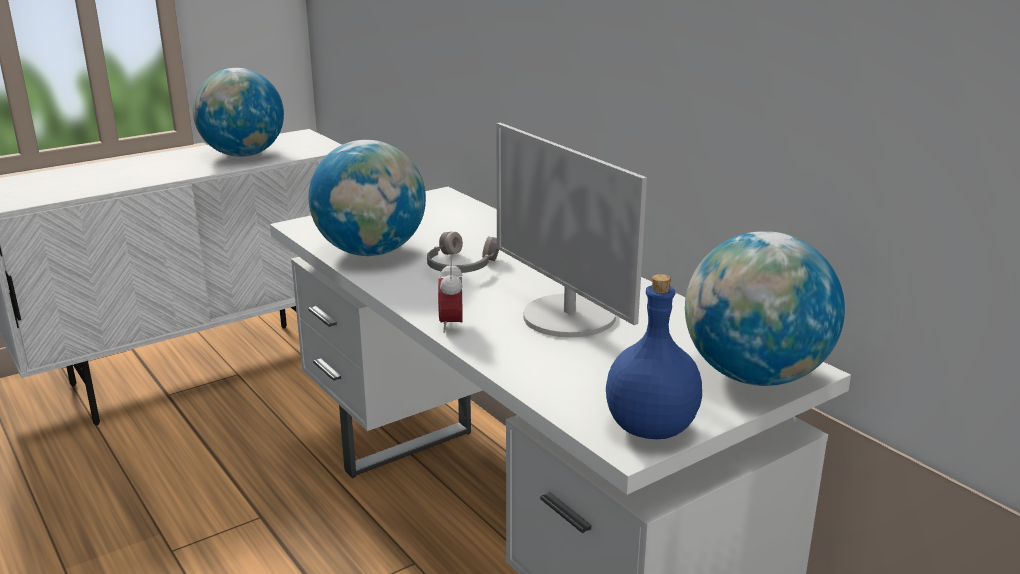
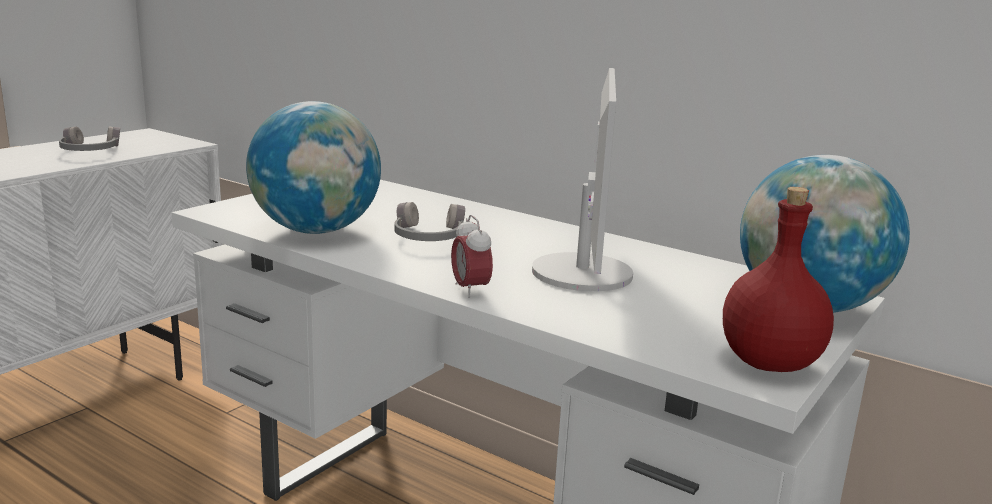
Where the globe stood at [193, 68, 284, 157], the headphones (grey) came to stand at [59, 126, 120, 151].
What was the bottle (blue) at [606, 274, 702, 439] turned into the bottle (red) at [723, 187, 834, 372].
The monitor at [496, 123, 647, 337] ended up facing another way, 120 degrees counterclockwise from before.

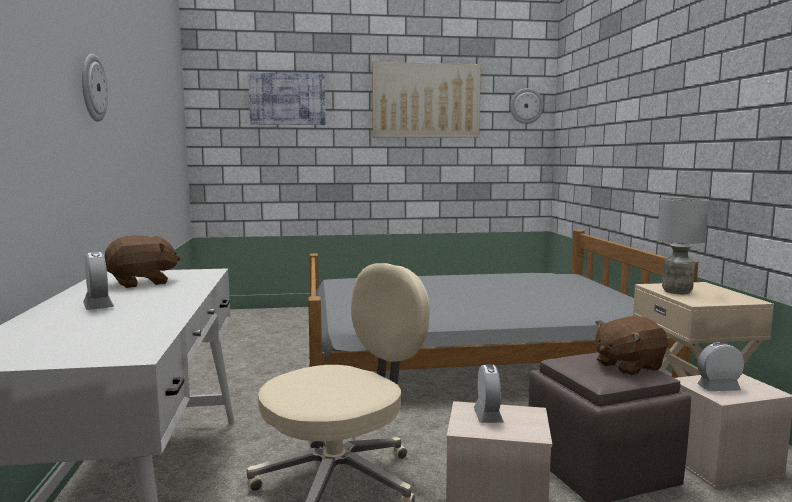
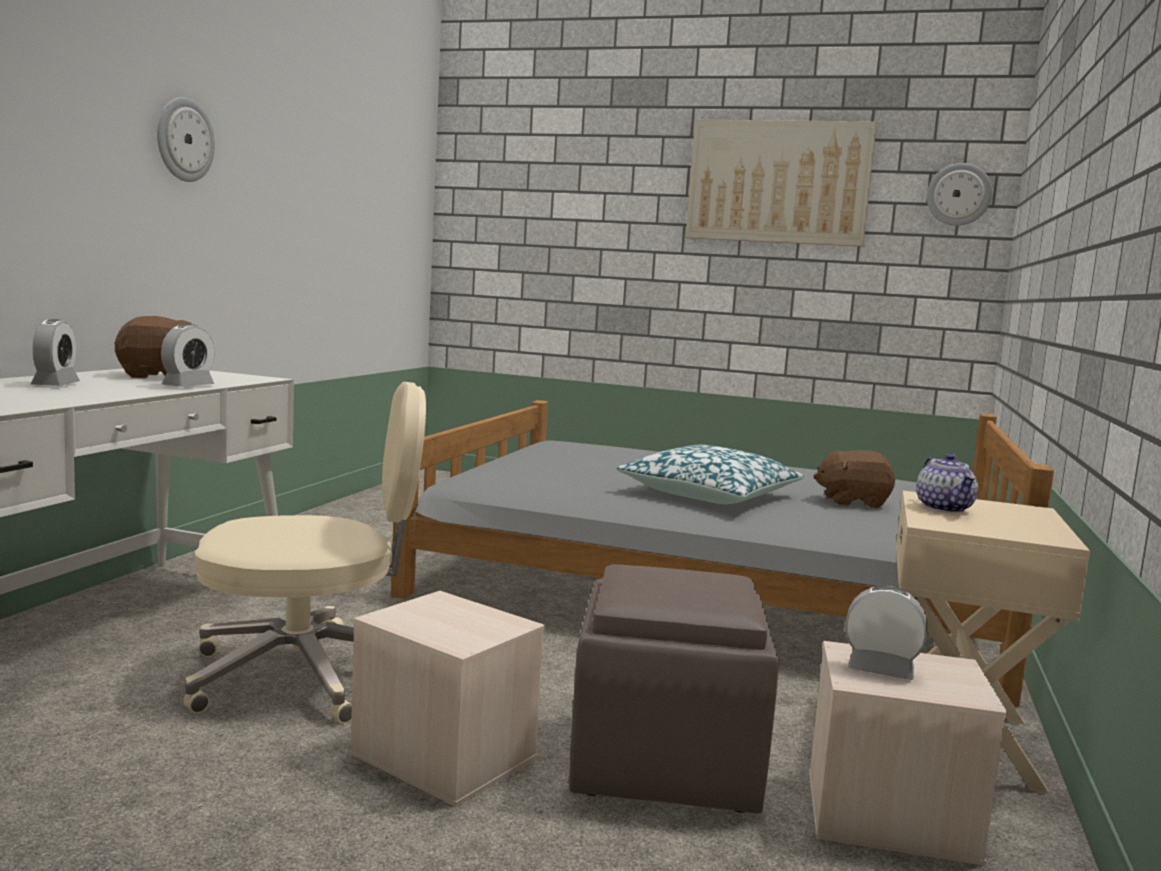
The second view lost the picture at [248, 73, 326, 125].
The second view gained the pillow at [616, 445, 804, 504].
The alarm clock ended up elsewhere, having gone from [474, 364, 504, 423] to [161, 324, 215, 387].
The plush toy (brown) ended up elsewhere, having gone from [595, 316, 668, 375] to [813, 450, 895, 508].
Where the table lamp (grey) stood at [657, 198, 709, 294], the teapot came to stand at [916, 453, 978, 513].

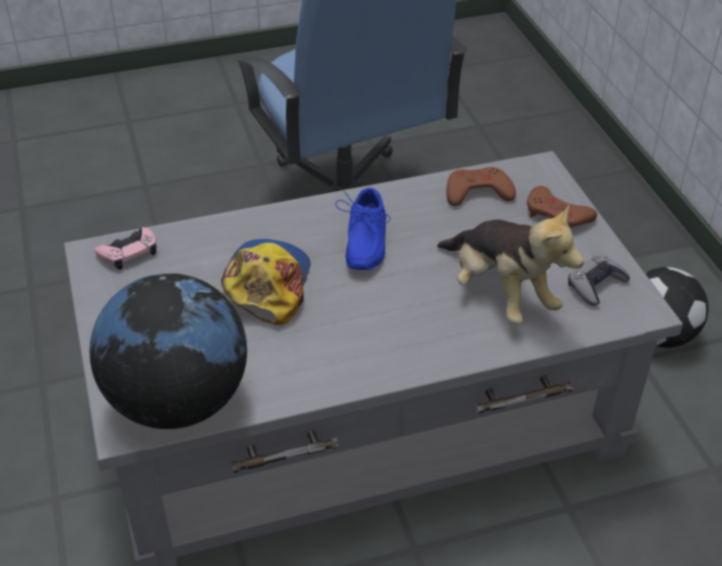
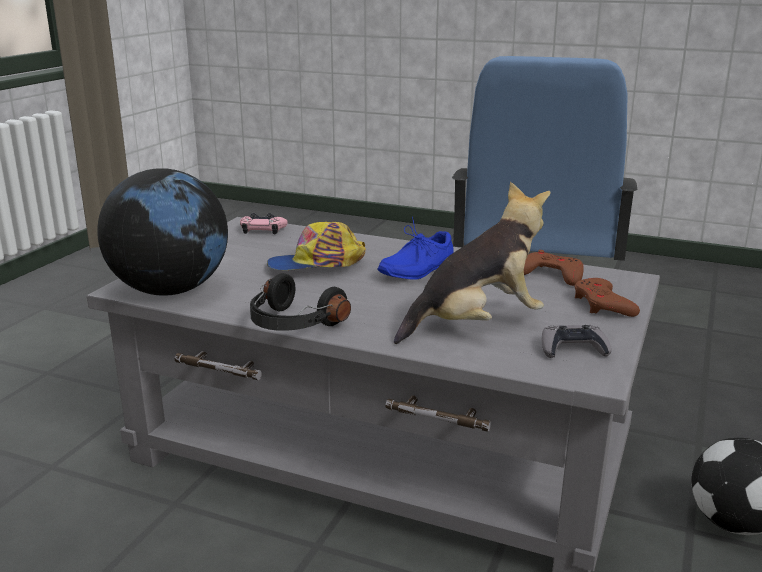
The second view gained the headphones (black) at [250, 273, 351, 331].
The cap at [221, 239, 311, 325] ended up facing another way, 150 degrees counterclockwise from before.
The plush toy at [437, 204, 584, 324] ended up facing another way, 120 degrees counterclockwise from before.

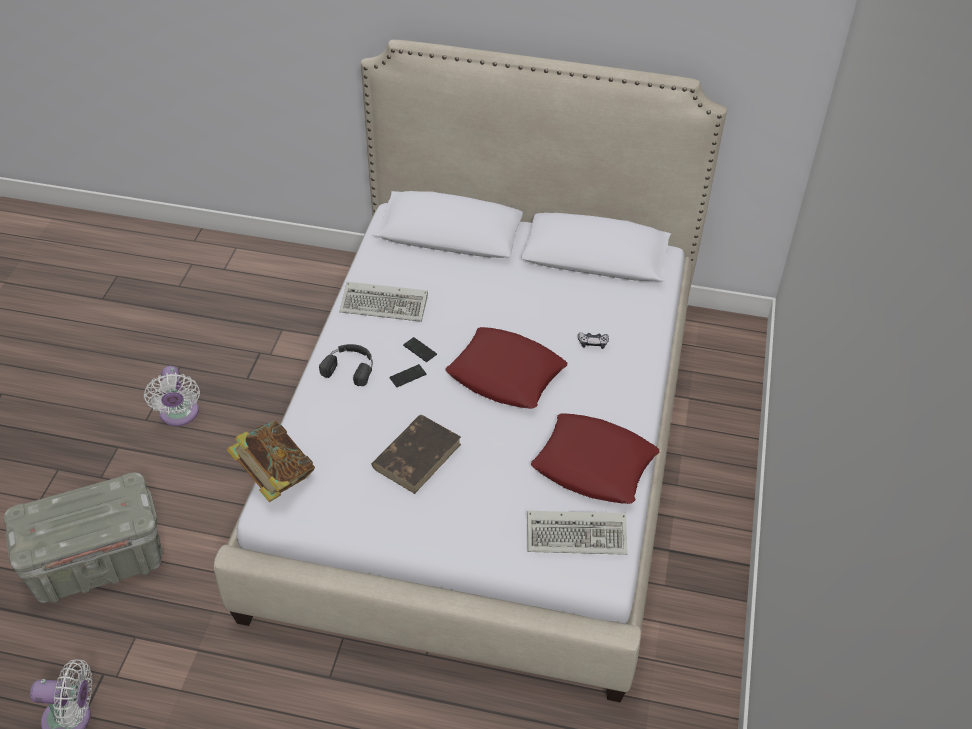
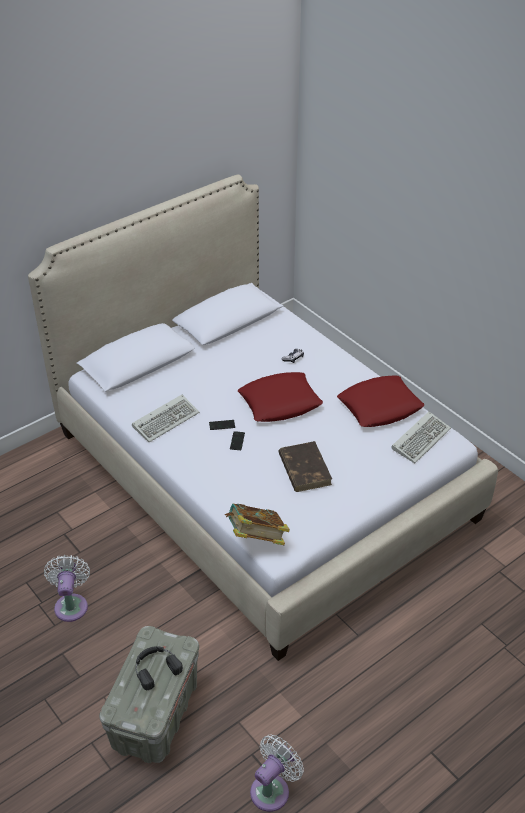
The headphones (black) ended up elsewhere, having gone from [319, 344, 373, 386] to [135, 646, 183, 690].
The fan (white) at [144, 366, 200, 426] ended up facing another way, 120 degrees counterclockwise from before.

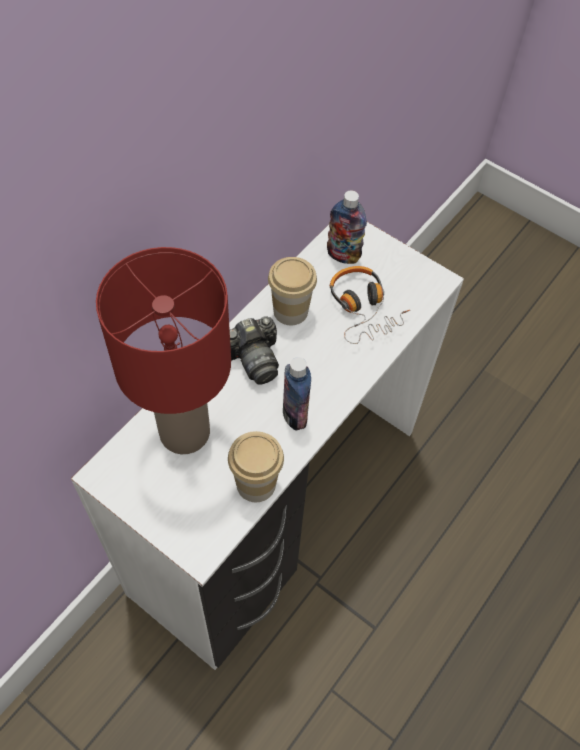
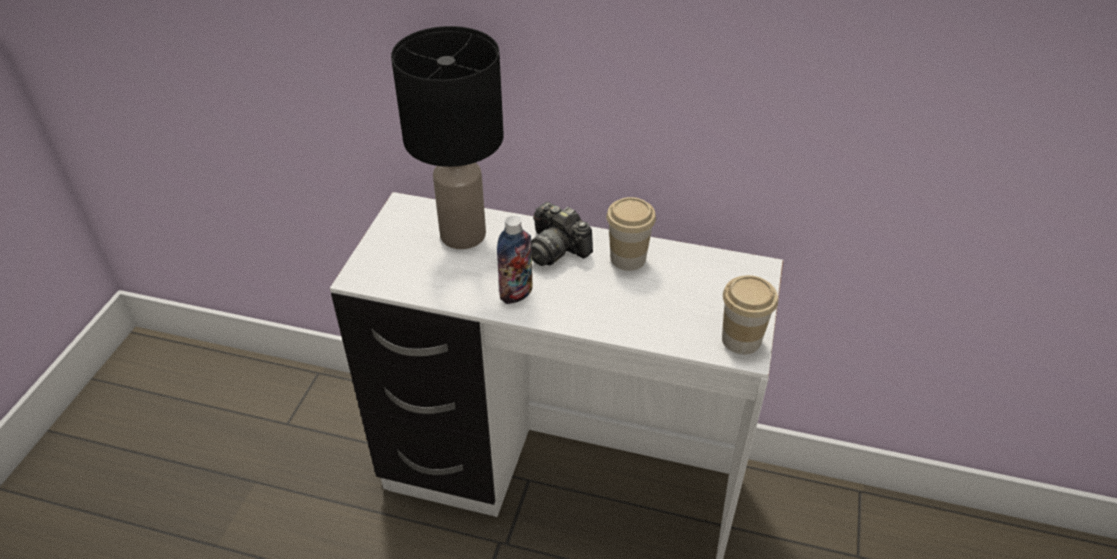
The second view lost the bottle at [327, 190, 367, 264].
The second view lost the headphones at [330, 266, 410, 344].
The cup ended up elsewhere, having gone from [228, 431, 284, 502] to [722, 275, 778, 354].
What was the table lamp (red) at [96, 247, 231, 454] turned into the table lamp (black) at [391, 26, 504, 249].

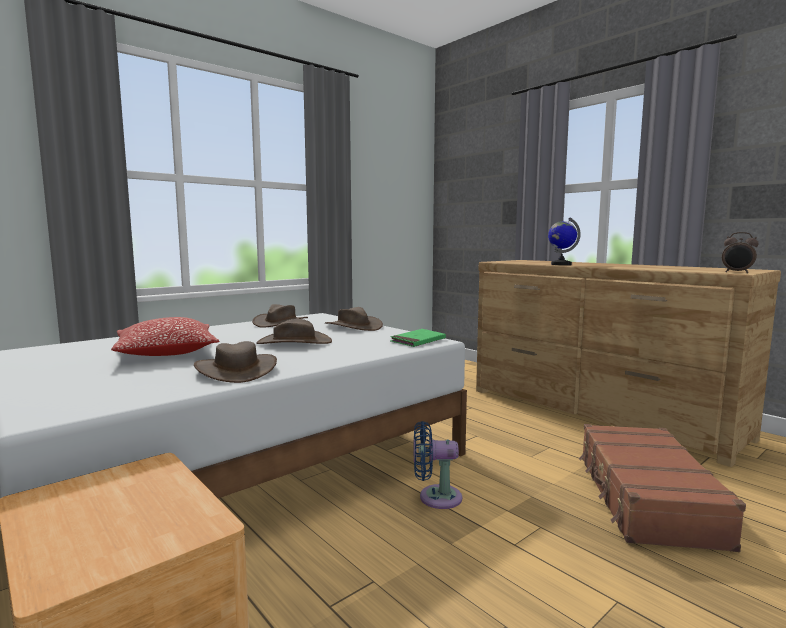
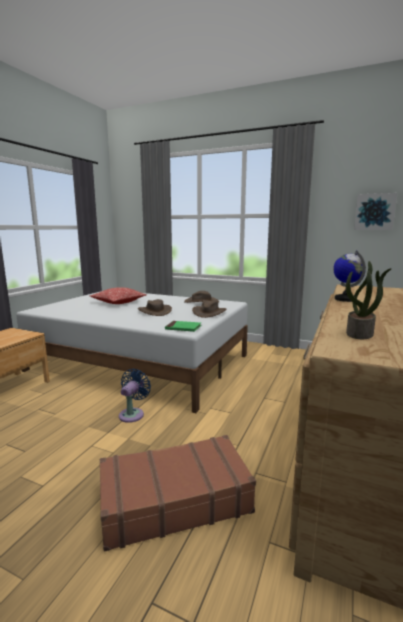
The second view lost the hat (brown) at [194, 341, 277, 383].
The second view lost the alarm clock at [722, 232, 759, 273].
The second view gained the potted plant at [346, 261, 392, 339].
The second view gained the picture at [354, 193, 397, 230].
The fan (blue) at [414, 421, 462, 509] ended up facing another way, 45 degrees clockwise from before.

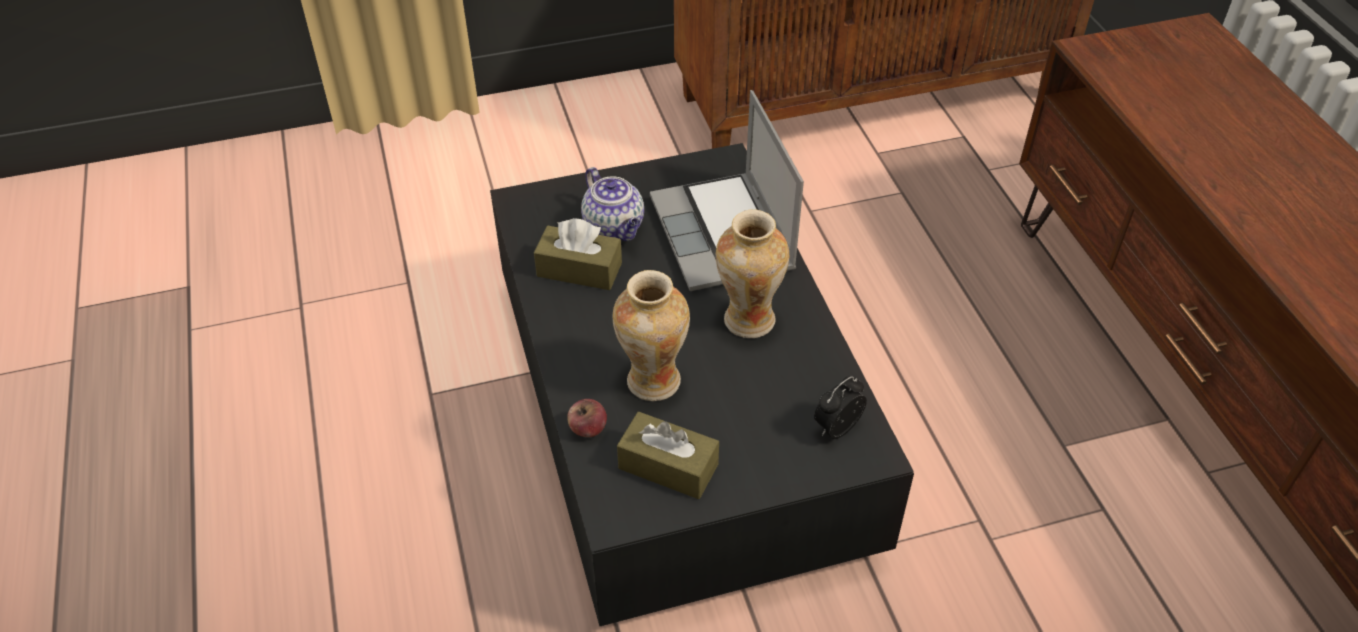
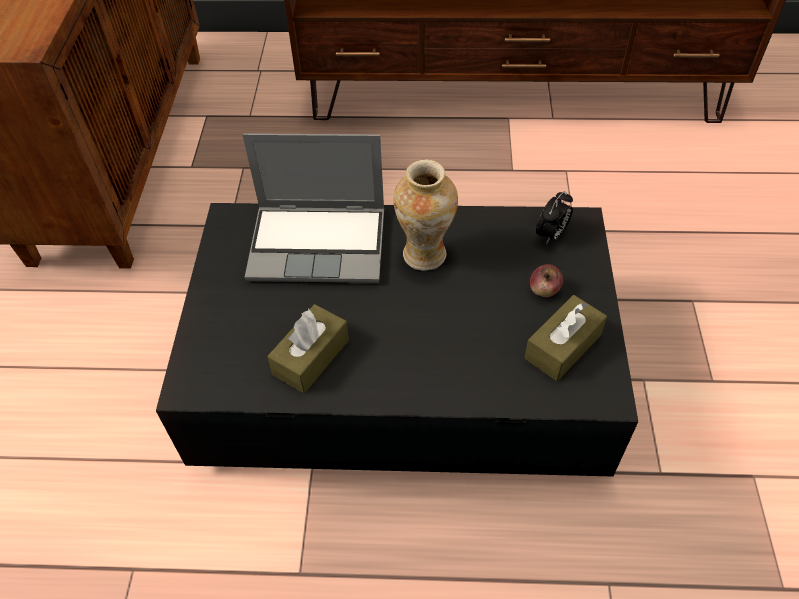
The second view lost the teapot at [581, 167, 644, 241].
The second view lost the vase at [613, 270, 690, 401].
The apple ended up elsewhere, having gone from [567, 399, 607, 437] to [530, 264, 563, 297].
The alarm clock at [814, 376, 867, 439] ended up facing another way, 120 degrees counterclockwise from before.

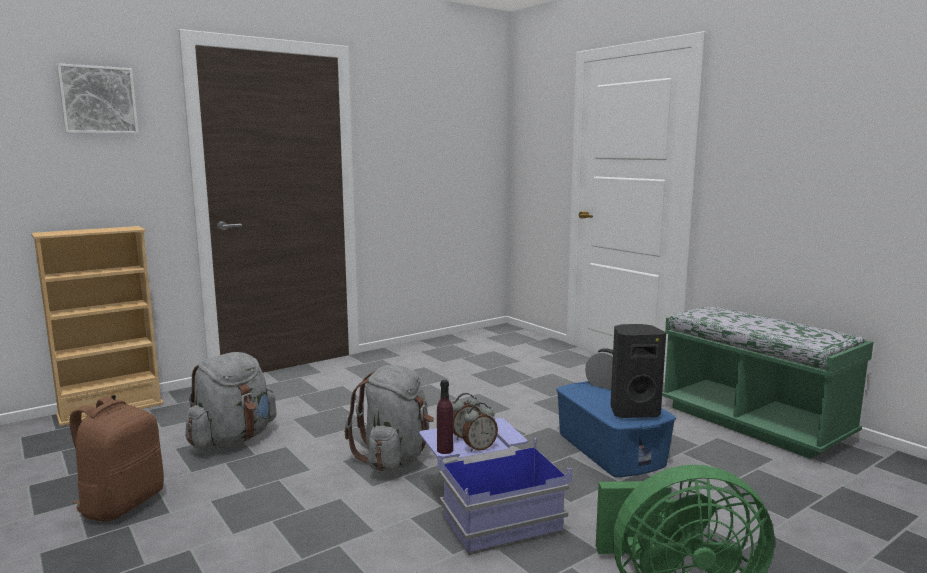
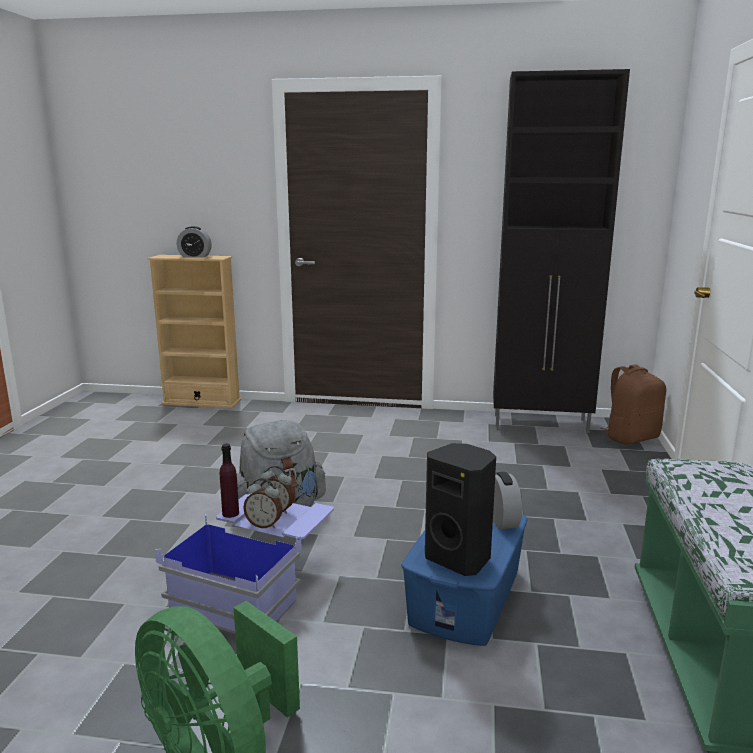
The second view lost the picture at [57, 63, 139, 134].
The second view lost the backpack (grey) at [185, 352, 277, 449].
The second view gained the alarm clock at [177, 226, 212, 258].
The second view gained the cabinet (black) at [493, 69, 630, 433].
The backpack (brown) ended up elsewhere, having gone from [70, 396, 164, 522] to [600, 364, 666, 444].

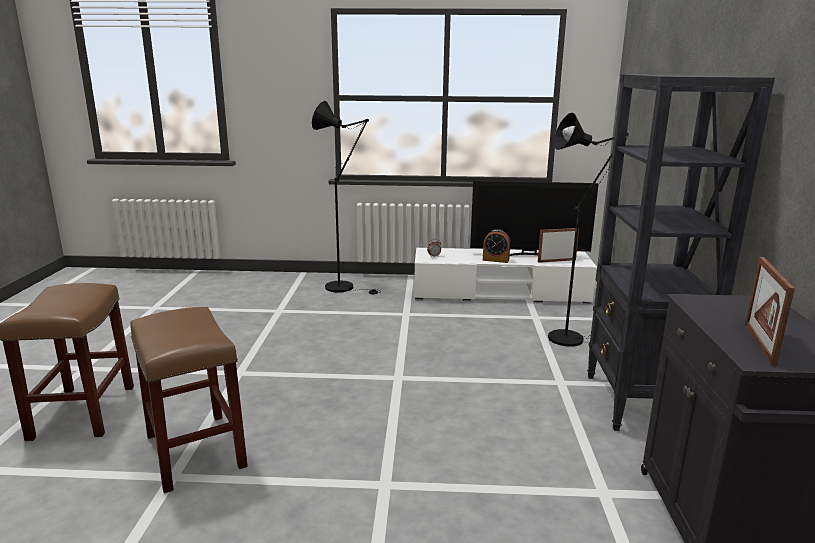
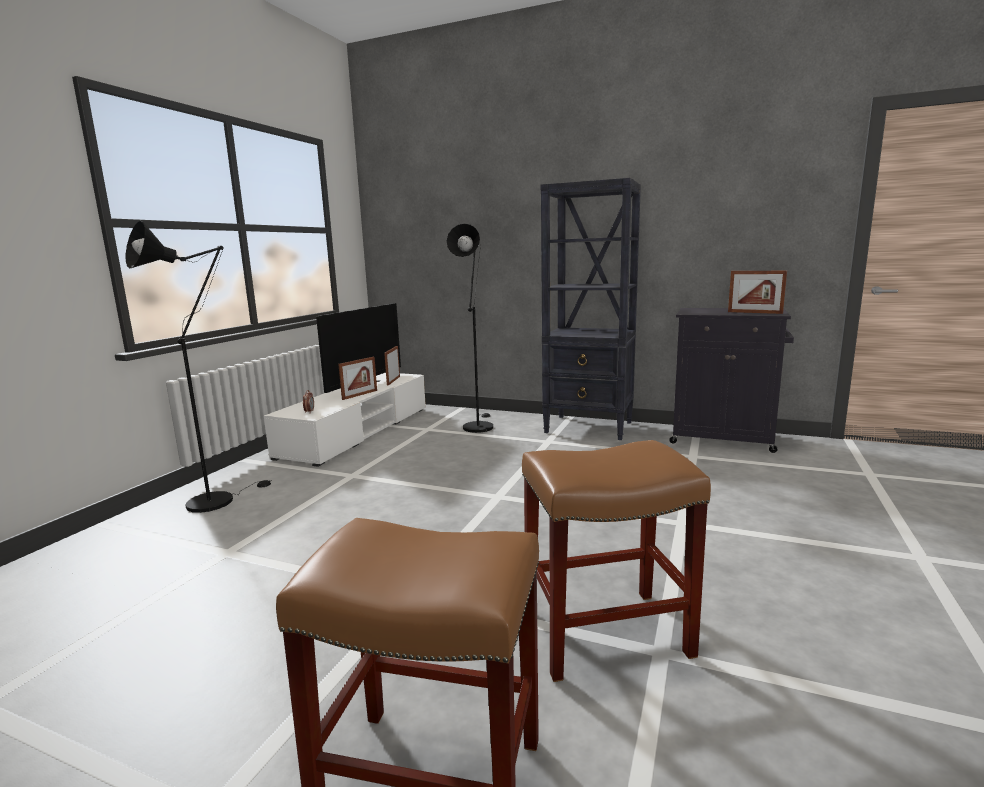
Where the alarm clock stood at [483, 229, 510, 263], the picture frame came to stand at [338, 357, 377, 400].

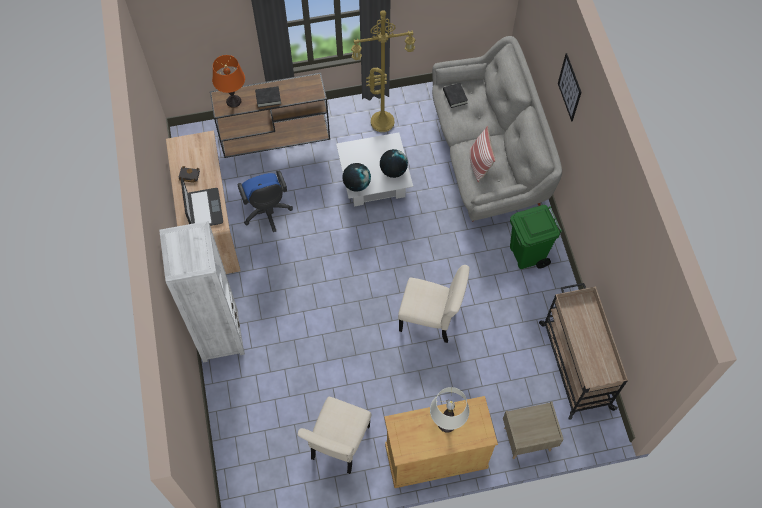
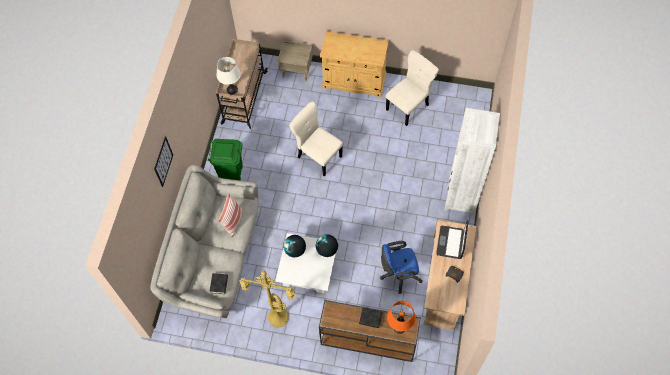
The table lamp (white) ended up elsewhere, having gone from [430, 387, 469, 433] to [216, 57, 241, 94].
The office chair (blue) at [237, 171, 293, 232] ended up facing another way, 105 degrees counterclockwise from before.

